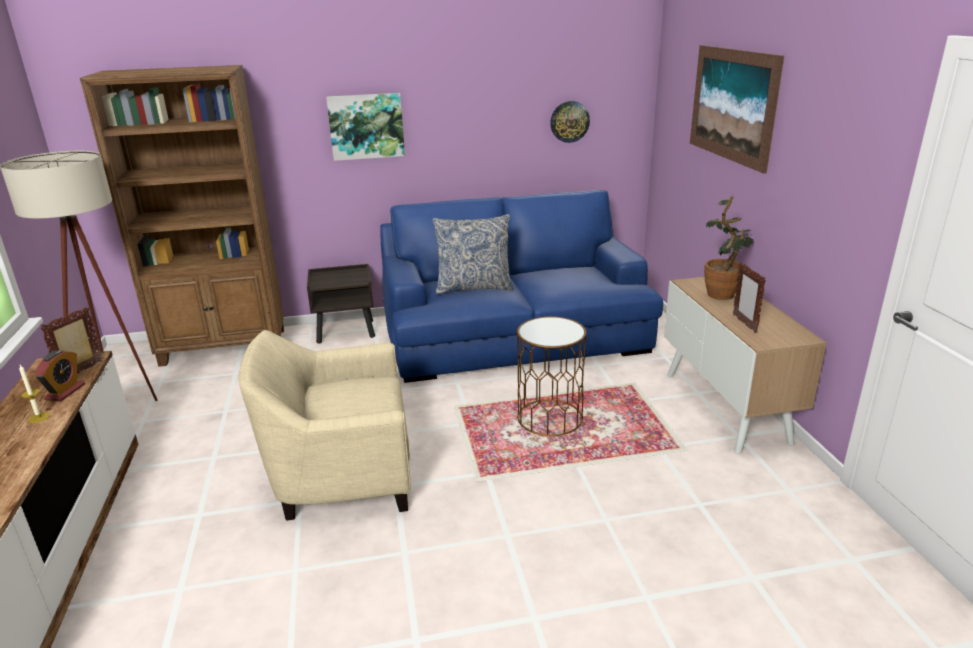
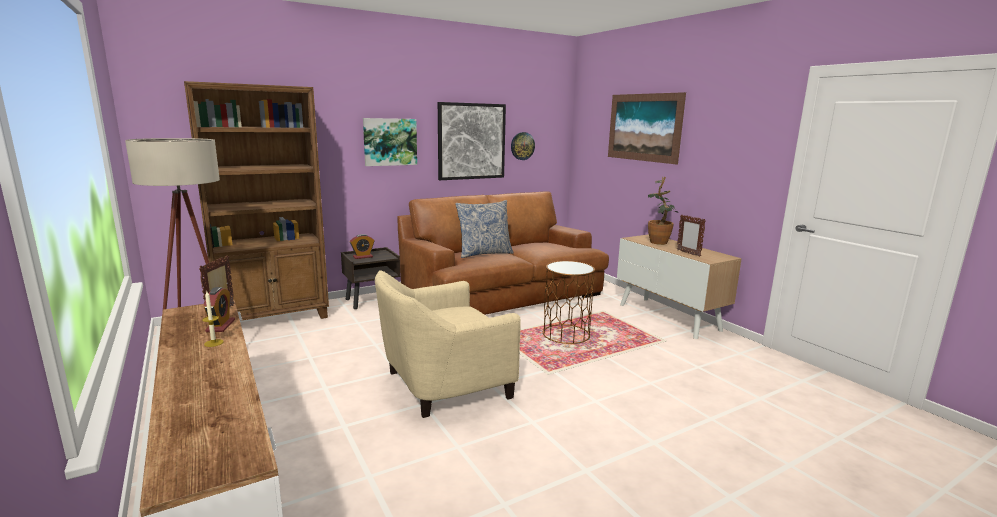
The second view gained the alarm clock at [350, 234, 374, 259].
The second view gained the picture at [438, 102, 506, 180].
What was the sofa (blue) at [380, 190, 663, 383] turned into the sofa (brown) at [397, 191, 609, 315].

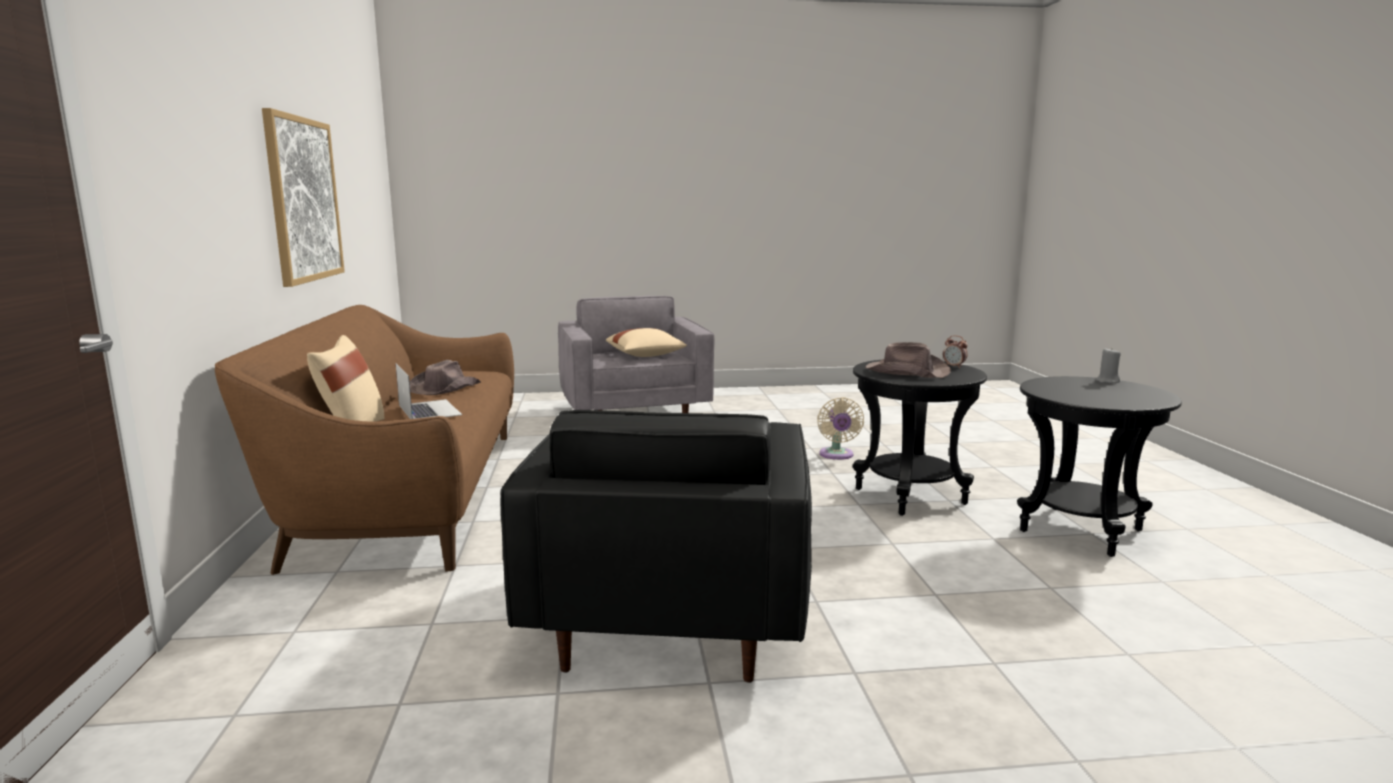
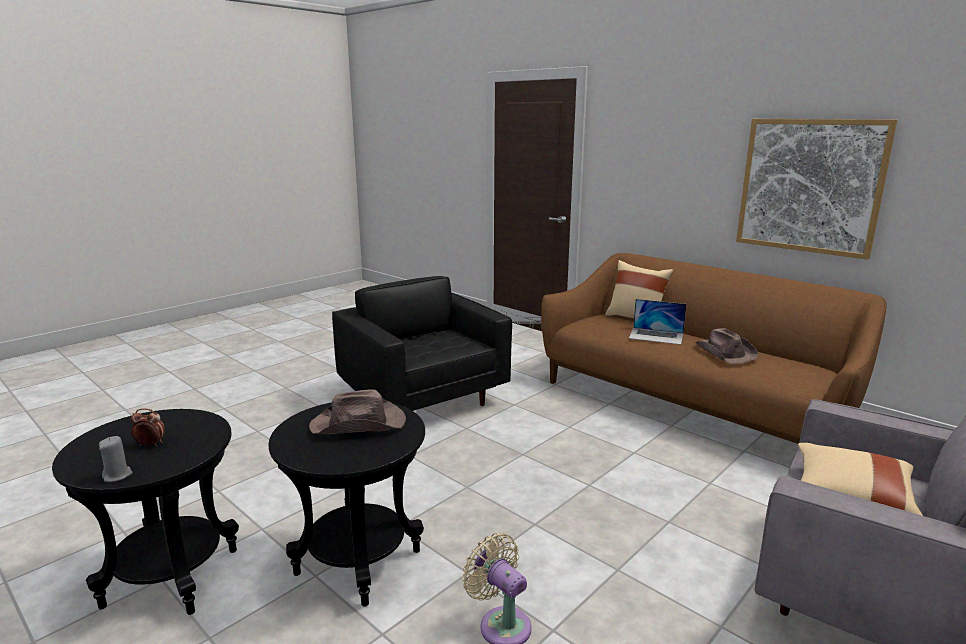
The alarm clock ended up elsewhere, having gone from [943, 335, 968, 368] to [131, 408, 165, 446].

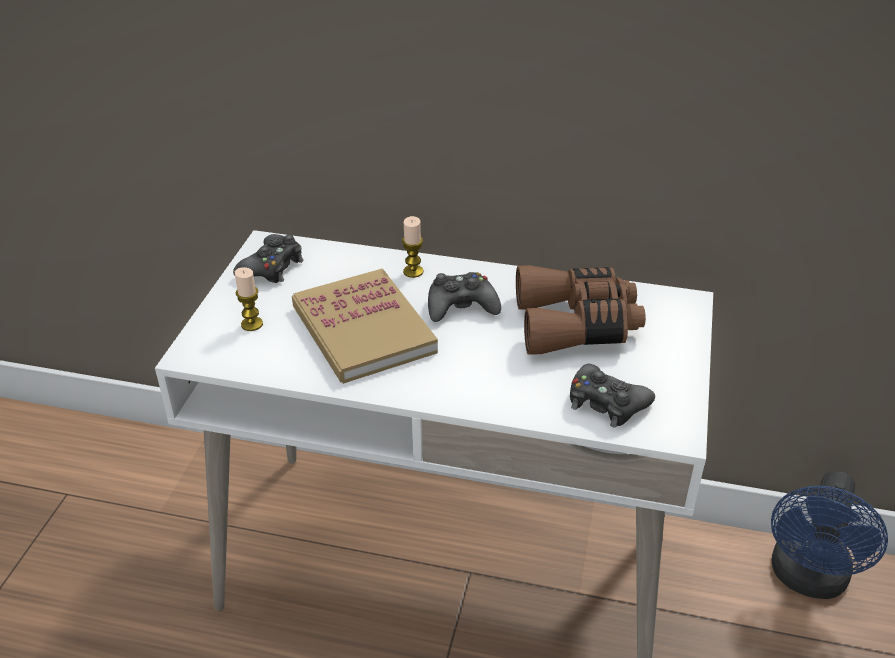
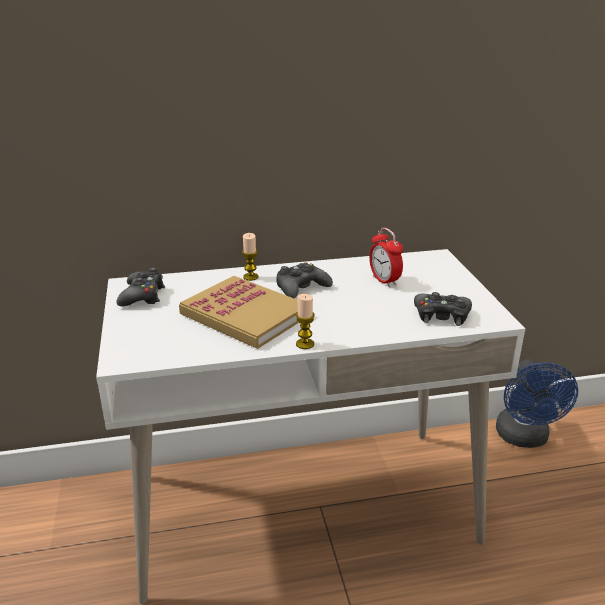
The candle ended up elsewhere, having gone from [235, 267, 263, 331] to [296, 294, 315, 349].
Where the binoculars (brown) stood at [516, 265, 646, 355], the alarm clock came to stand at [369, 228, 403, 287].

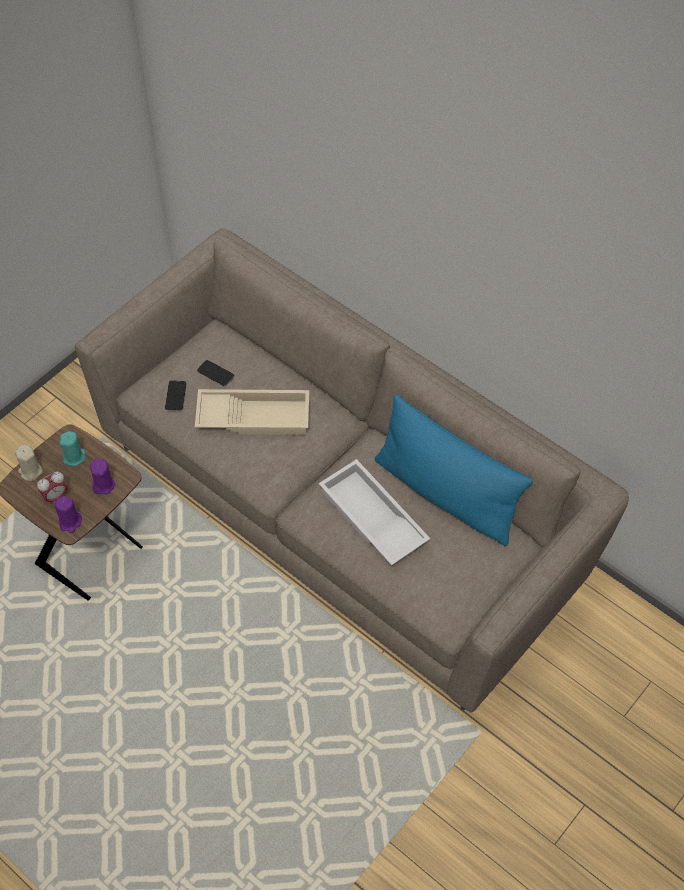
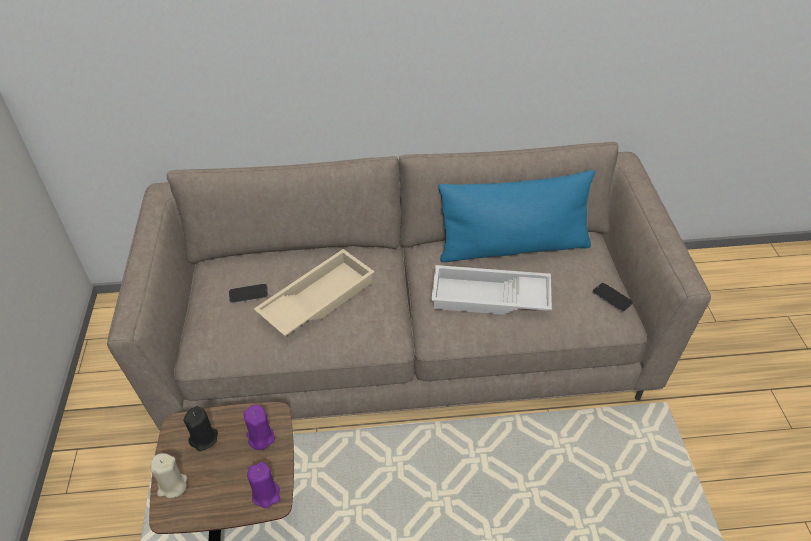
The second view lost the alarm clock at [37, 472, 68, 505].
The phone ended up elsewhere, having gone from [165, 380, 186, 411] to [592, 283, 633, 312].
What was the candle (turquoise) at [60, 431, 86, 466] turned into the candle (black) at [183, 406, 218, 451].

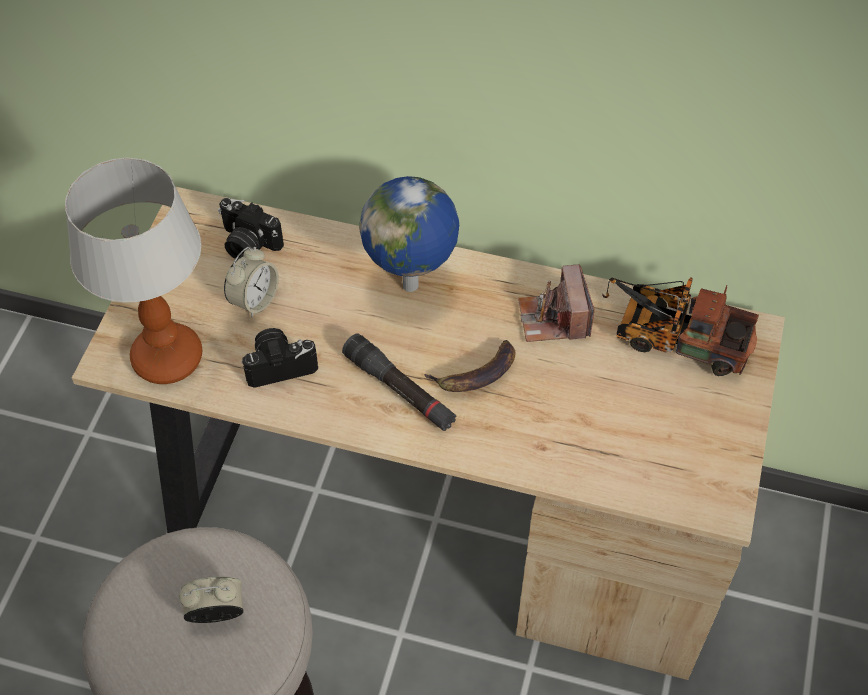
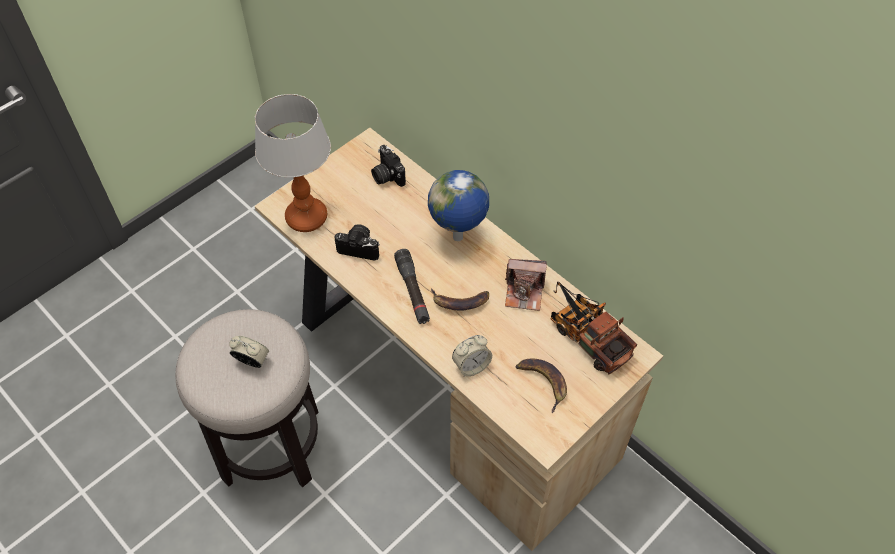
The second view gained the banana at [515, 358, 567, 413].
The alarm clock ended up elsewhere, having gone from [224, 247, 279, 317] to [452, 335, 492, 376].
The photo camera at [518, 265, 594, 342] ended up facing another way, 105 degrees counterclockwise from before.

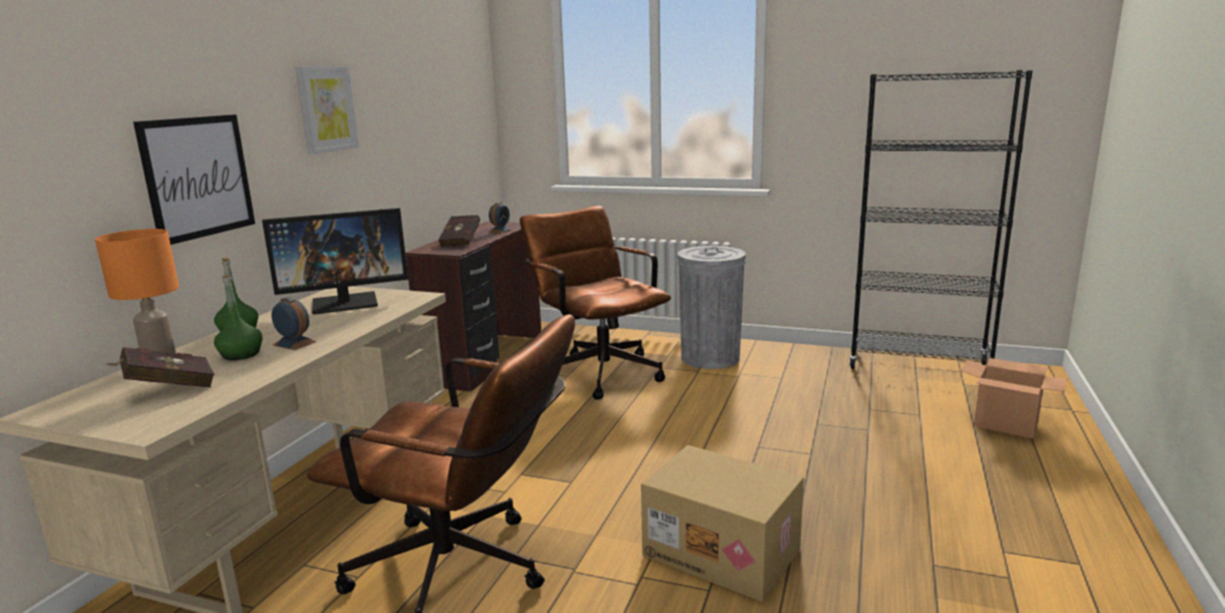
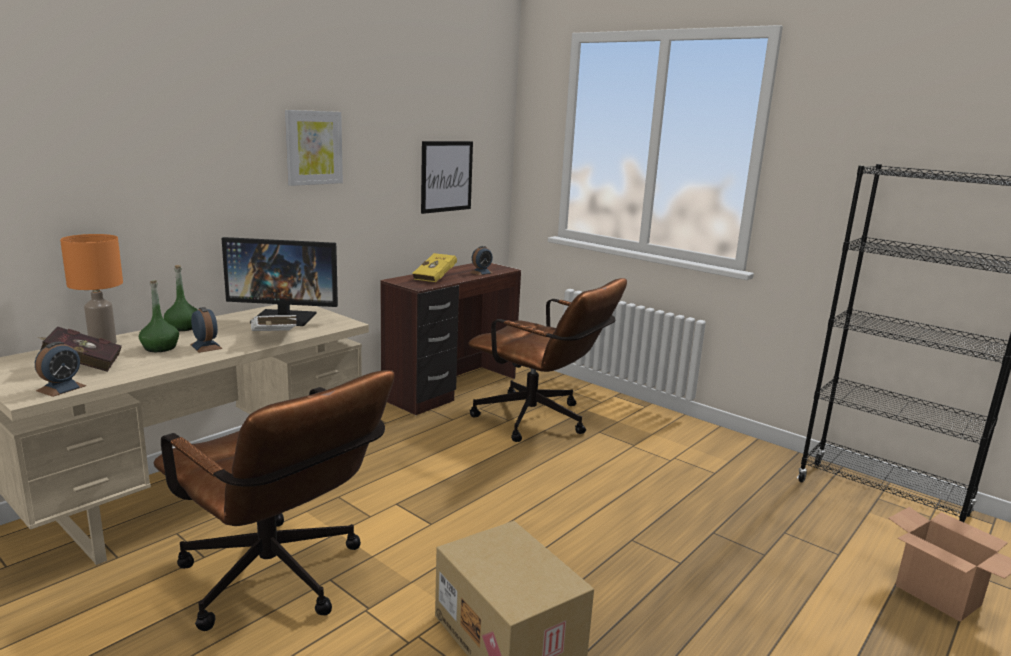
The second view lost the trash can (grey) at [678, 246, 746, 369].
The second view gained the alarm clock at [35, 342, 86, 397].
The second view gained the book (white) at [251, 315, 297, 331].
The picture ended up elsewhere, having gone from [133, 115, 255, 245] to [421, 141, 473, 214].
What was the book (red) at [438, 215, 480, 247] turned into the book (yellow) at [412, 253, 457, 282].
The office chair (brown) at [520, 206, 671, 400] ended up facing another way, 135 degrees clockwise from before.

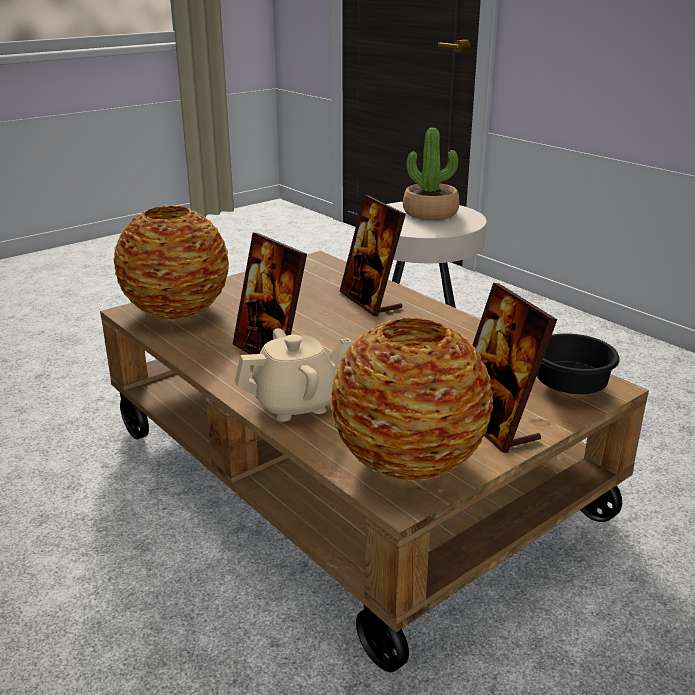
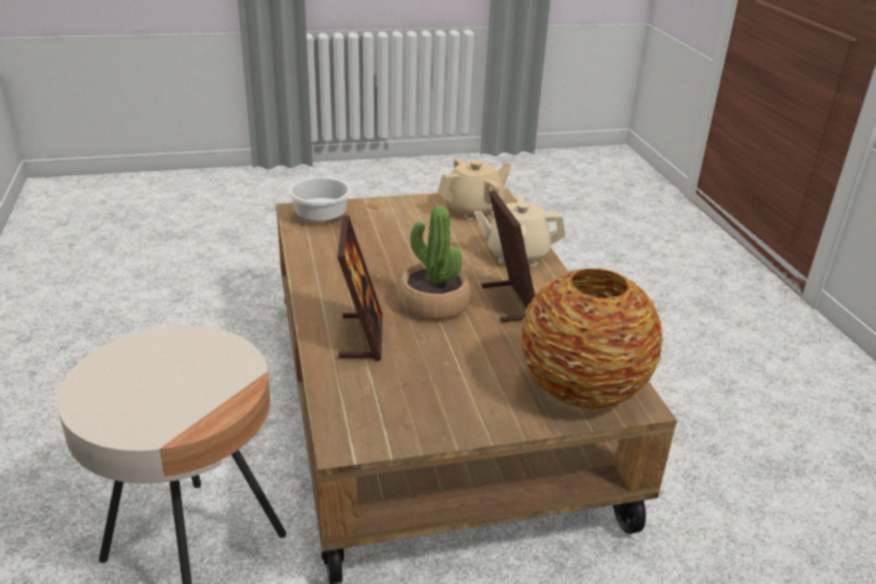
The second view lost the picture frame at [473, 283, 557, 453].
The potted plant ended up elsewhere, having gone from [403, 128, 459, 220] to [398, 206, 471, 321].
Where the vase stood at [331, 317, 493, 481], the teapot (beige) came to stand at [437, 157, 511, 220].
What was the bowl (black) at [537, 333, 620, 394] turned into the bowl (white) at [288, 177, 351, 221].

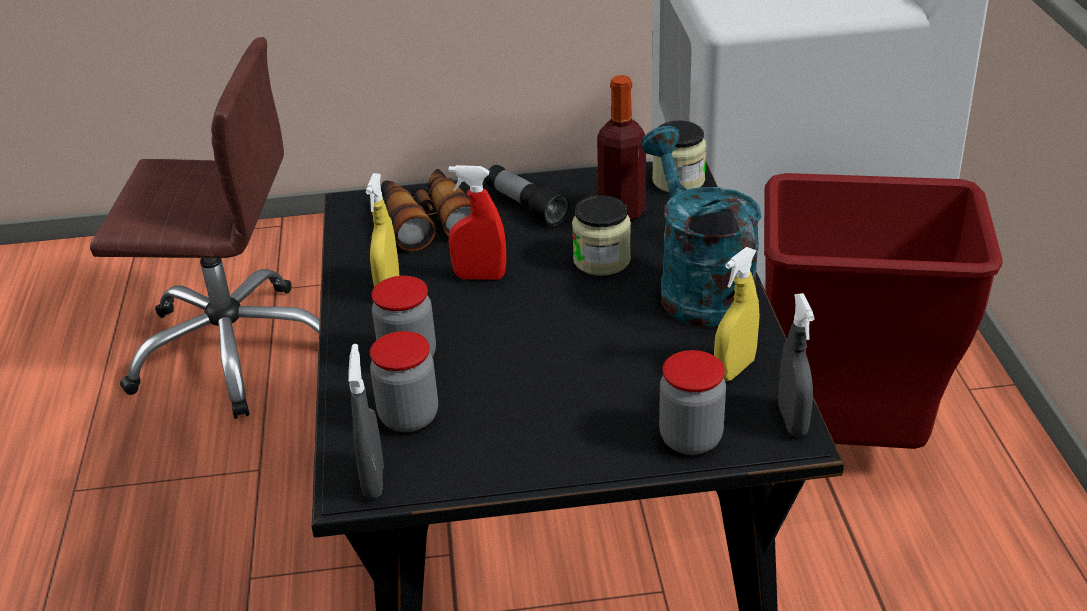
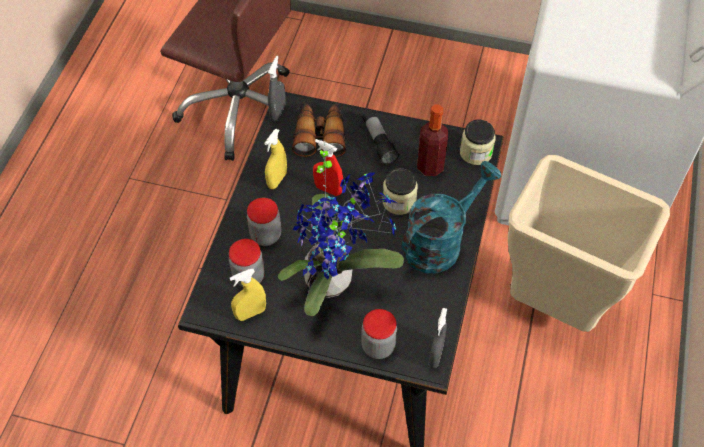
The second view gained the potted plant at [278, 141, 404, 316].
The spray bottle (grey) ended up elsewhere, having gone from [348, 344, 383, 499] to [268, 56, 286, 121].
The spray bottle (yellow) ended up elsewhere, having gone from [714, 247, 760, 382] to [230, 269, 266, 321].
What was the trash can (red) at [764, 173, 1003, 449] turned into the trash can (beige) at [508, 155, 670, 332].
The watering can (turquoise) at [641, 126, 762, 328] ended up facing another way, 45 degrees clockwise from before.

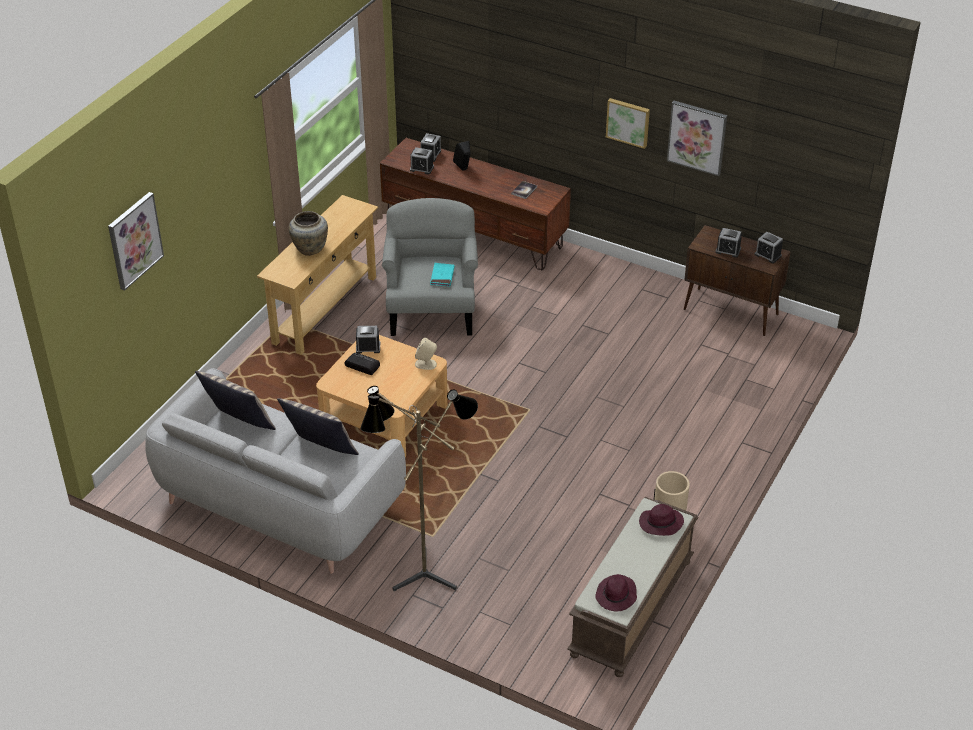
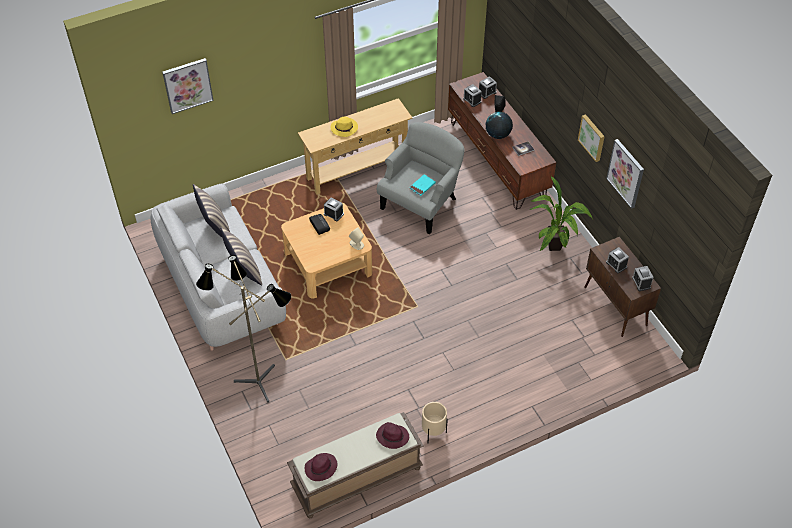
The second view gained the globe at [486, 112, 513, 139].
The second view gained the potted plant at [529, 176, 593, 251].
Where the vase (beige) stood at [289, 211, 328, 256], the hat (yellow) came to stand at [331, 117, 358, 137].

